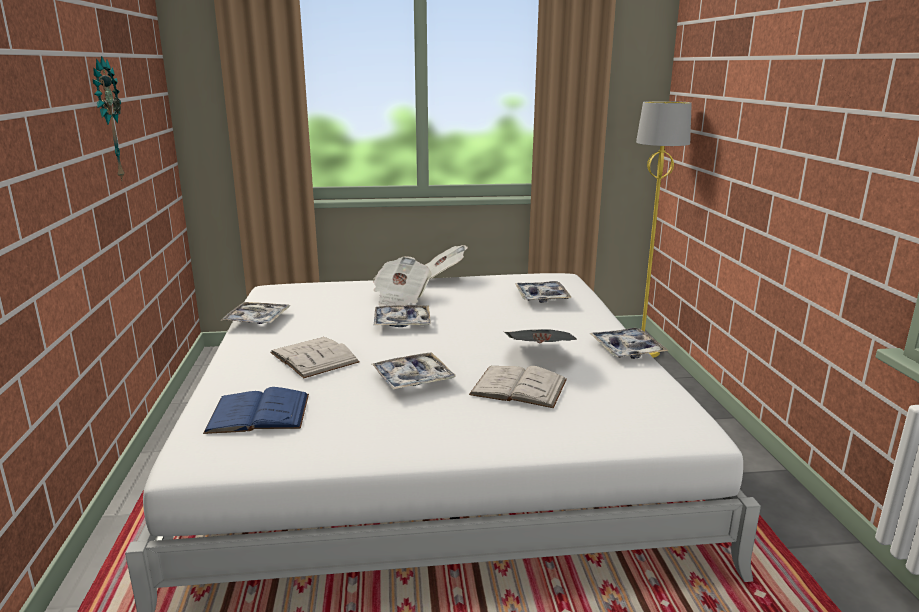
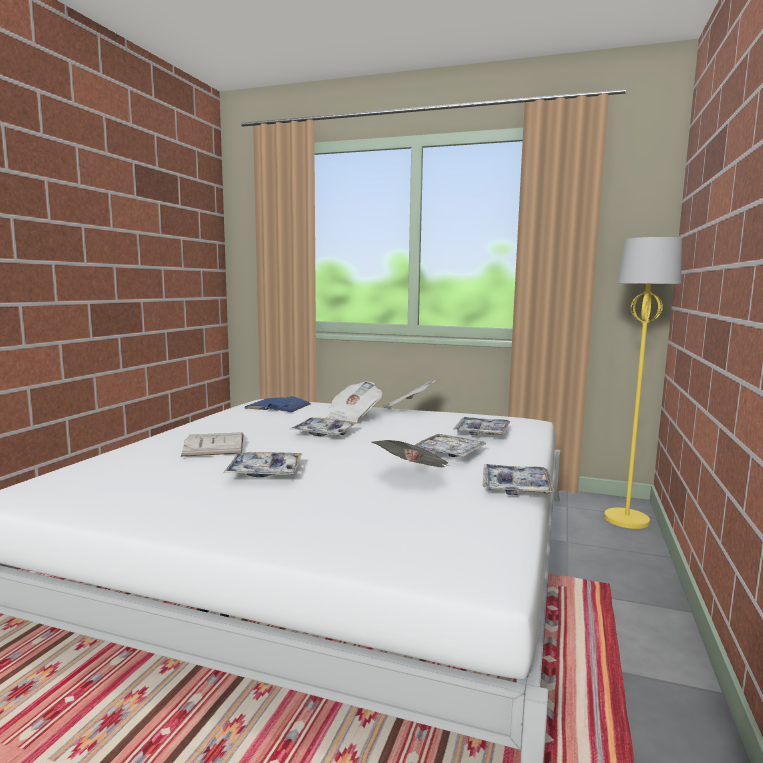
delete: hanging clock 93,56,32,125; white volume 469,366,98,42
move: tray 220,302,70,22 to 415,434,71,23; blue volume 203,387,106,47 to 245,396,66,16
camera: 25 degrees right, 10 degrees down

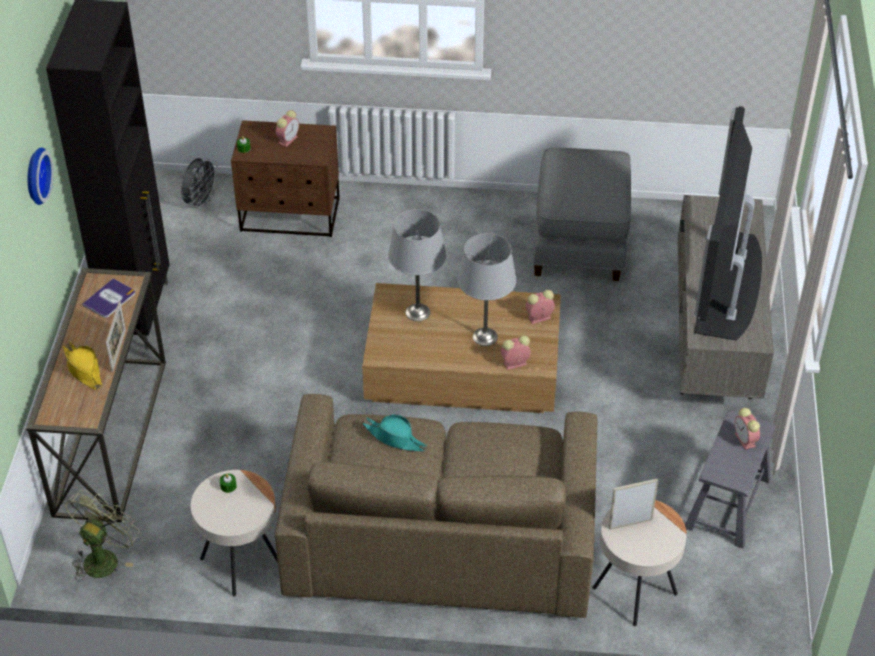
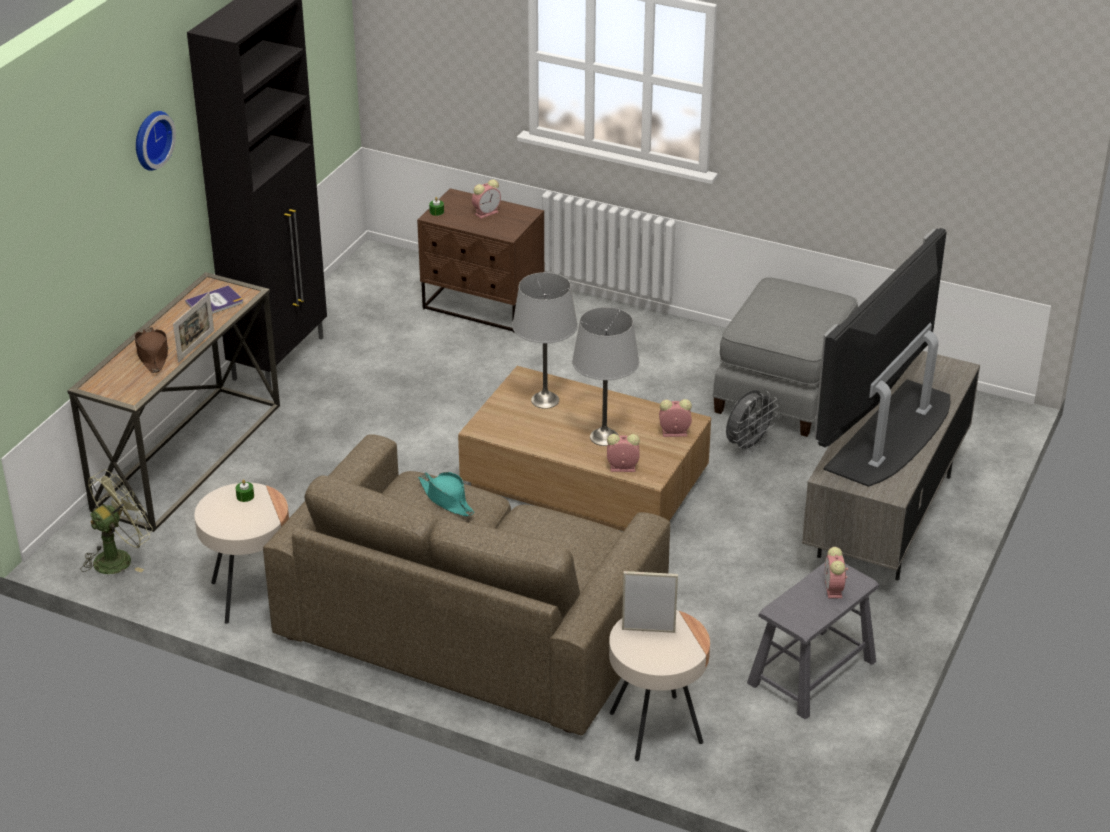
move: gray cooling fan 181,158,37,52 to 726,390,52,64
recolor: yellowish hat 63,342,39,48 to brown hat 134,327,35,46
camera: 20 degrees right, 10 degrees down

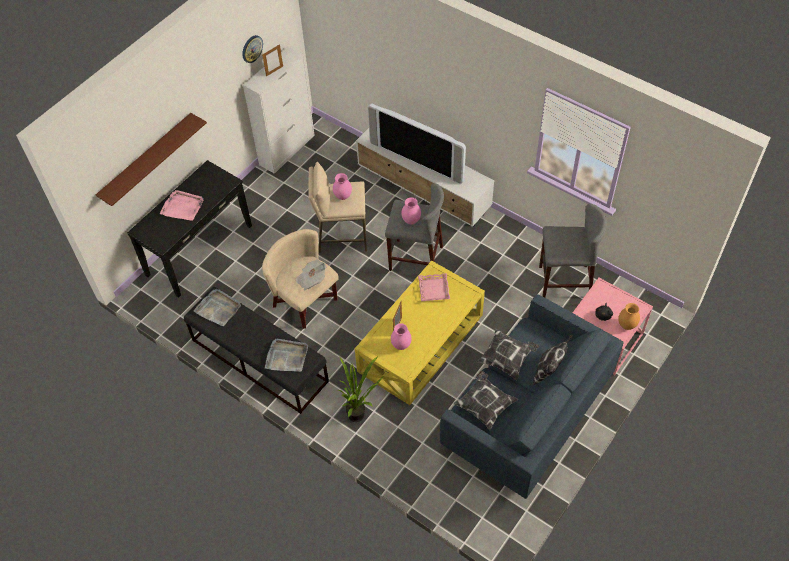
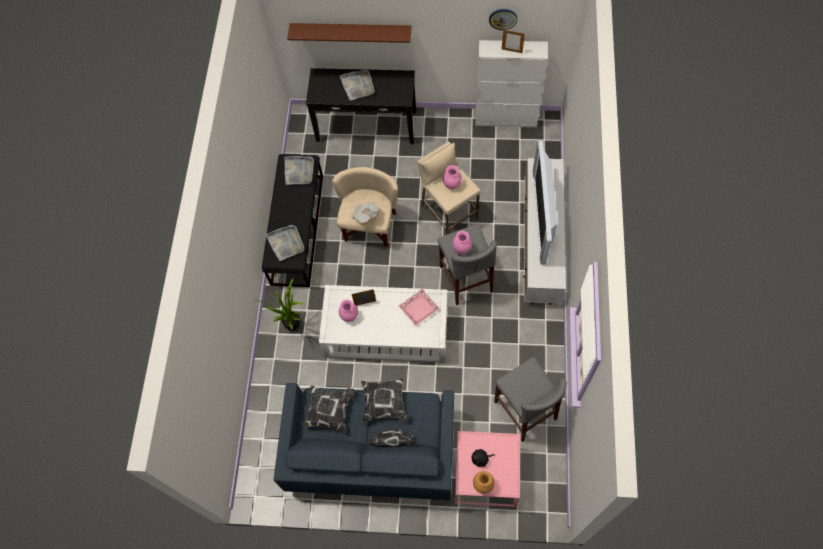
recolor: pink tray 160,190,44,31 to gray tray 340,70,35,30; yellowish coffee table 355,261,130,144 to white coffee table 319,285,129,78
camera: 60 degrees right, 10 degrees up

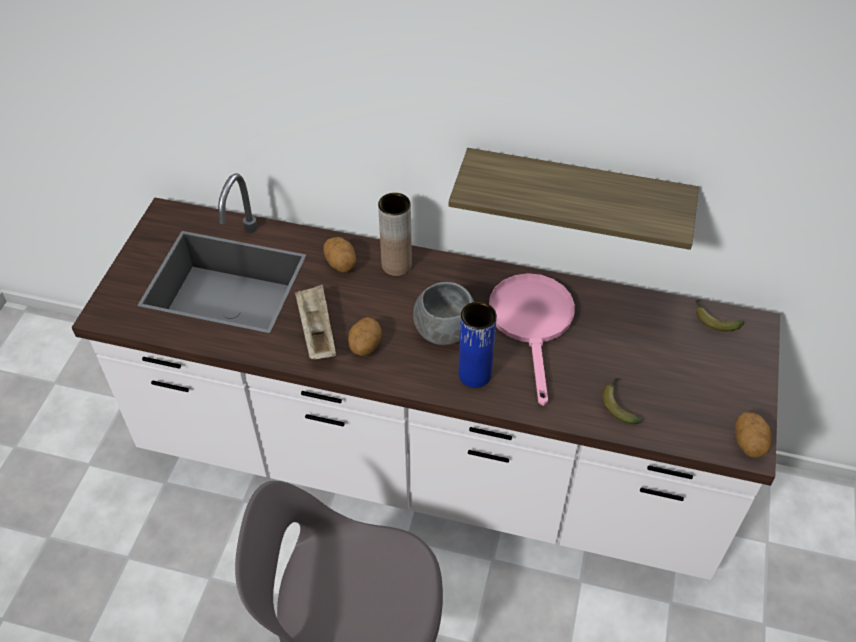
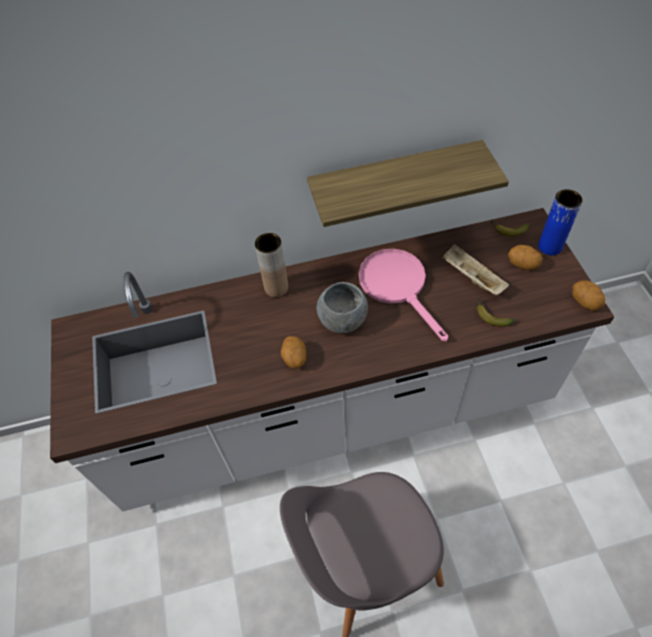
move: whole potato 323,237,33,36 to 508,245,35,25; beige tray 295,285,41,75 to 442,244,67,51; blue flower vase 458,302,39,86 to 538,189,45,66
camera: 25 degrees left, 5 degrees up

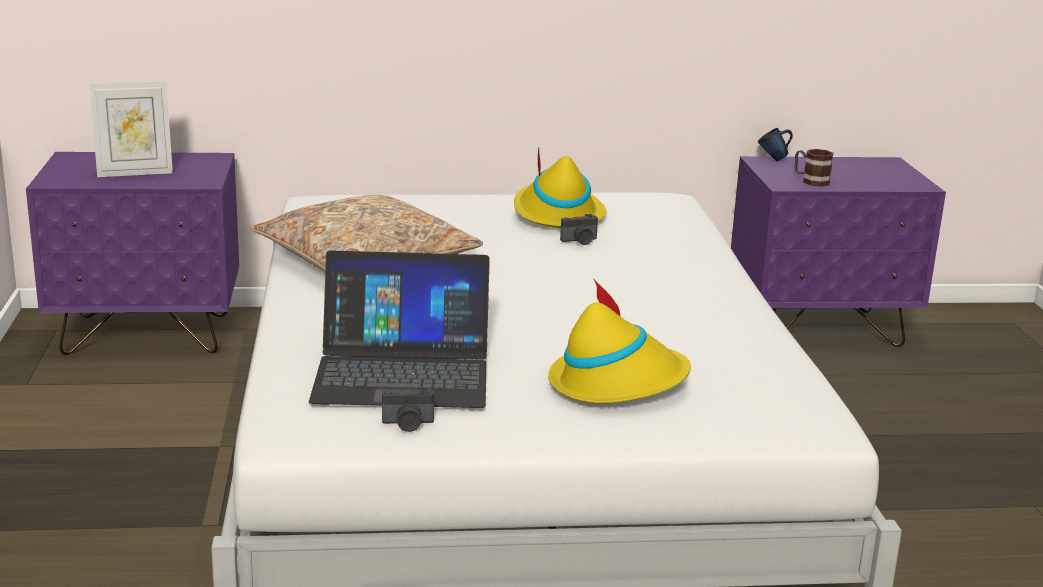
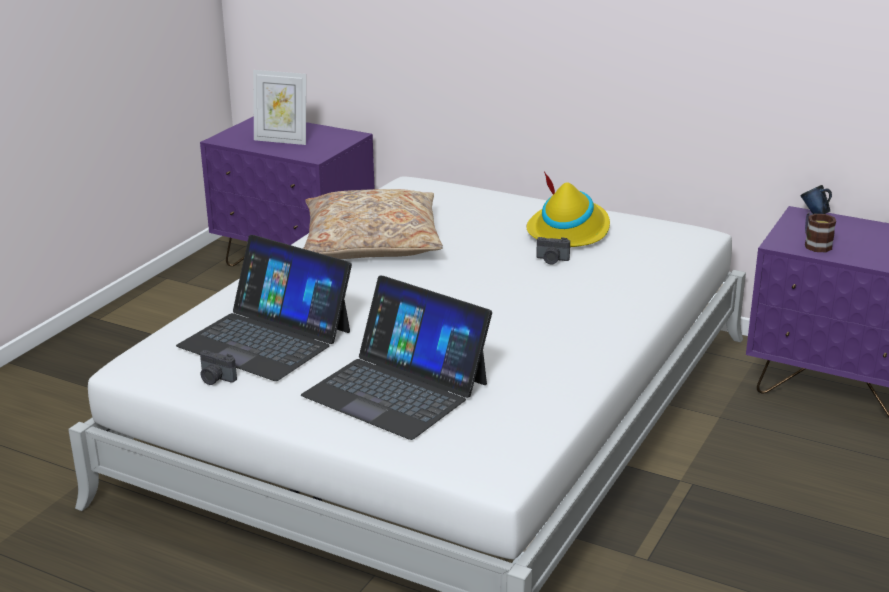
replace: yellowish hat 548,278,143,125 to portable computer 301,275,191,165
camera: 35 degrees right, 5 degrees up

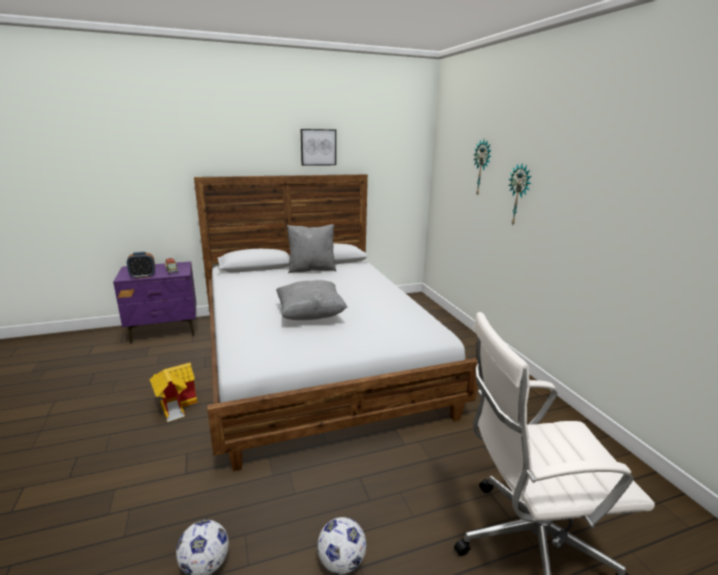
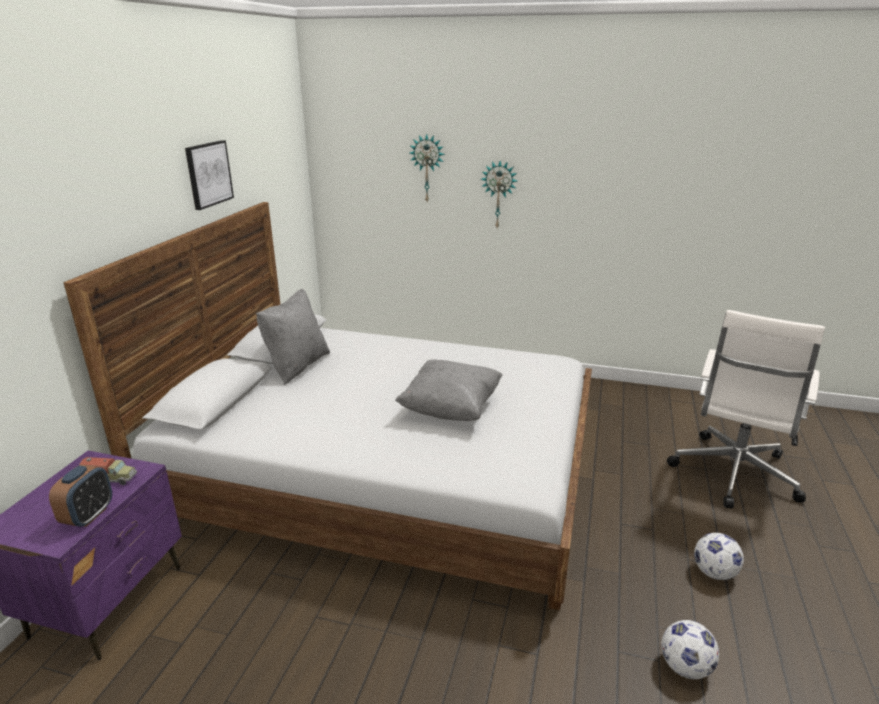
delete: model house 150,363,47,59
camera: 55 degrees left, 5 degrees up

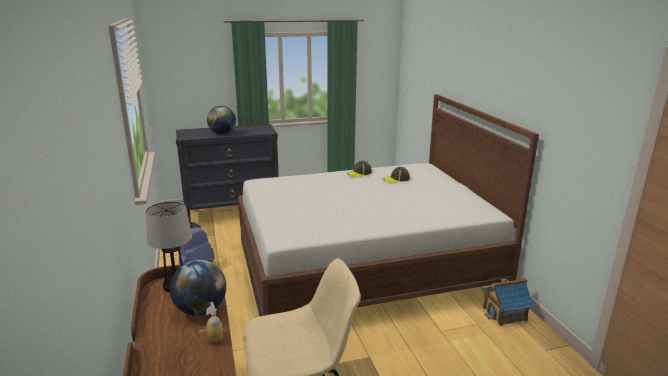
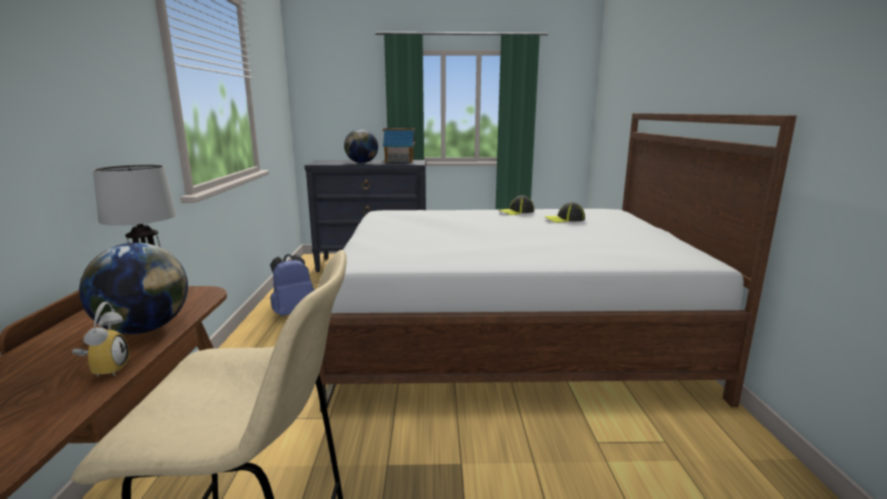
move: model house 482,278,53,48 to 382,128,33,35
camera: 15 degrees right, 5 degrees down

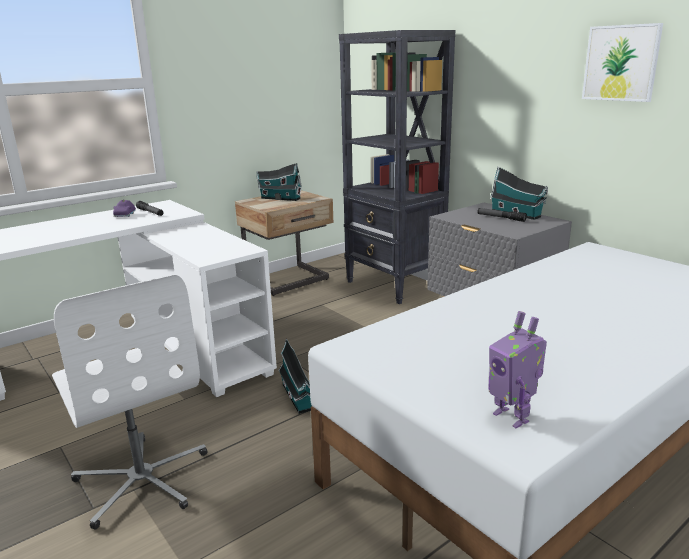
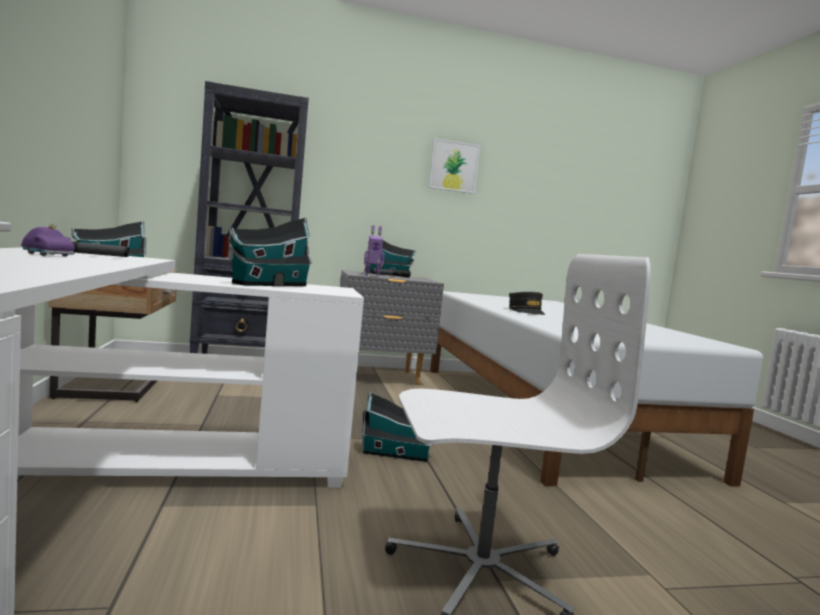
insert: model house 228,217,84,69; gray peaked cap 509,292,36,23
move: model robot 488,311,59,117 to 364,225,21,52
camera: 65 degrees left, 15 degrees down

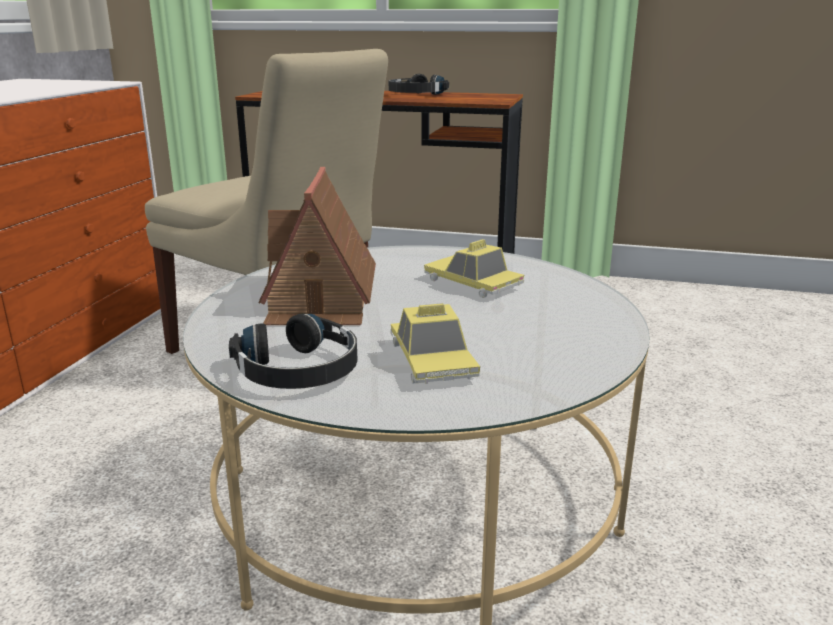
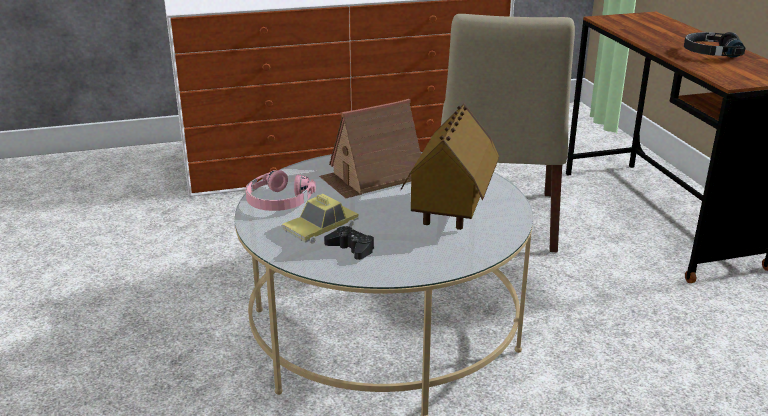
insert: blackish game controller 324,226,50,34
replace: miniature car 424,239,100,59 to model house 401,104,98,126
recolor: blackish headphones 229,314,129,75 to pink headphones 246,170,70,41
camera: 60 degrees right, 5 degrees up

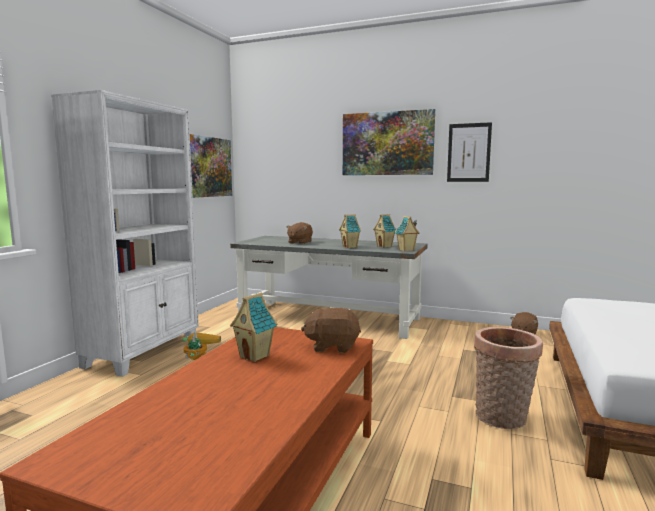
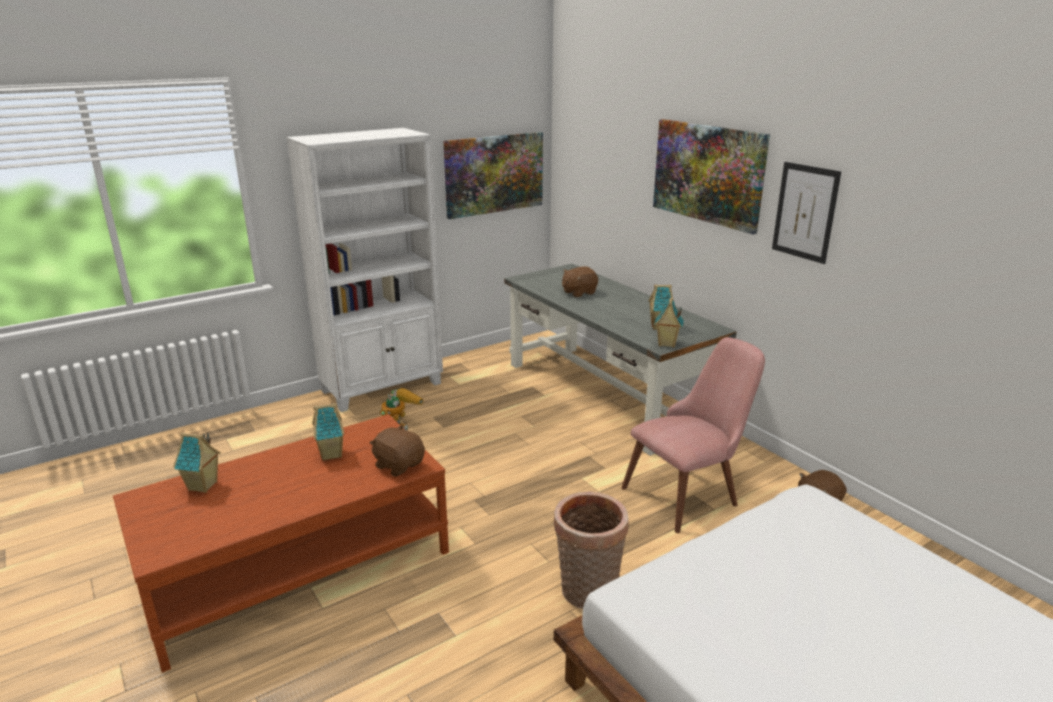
insert: pink upright chair 622,337,143,196
move: model house 339,214,22,34 to 173,432,48,61
camera: 35 degrees right, 15 degrees up

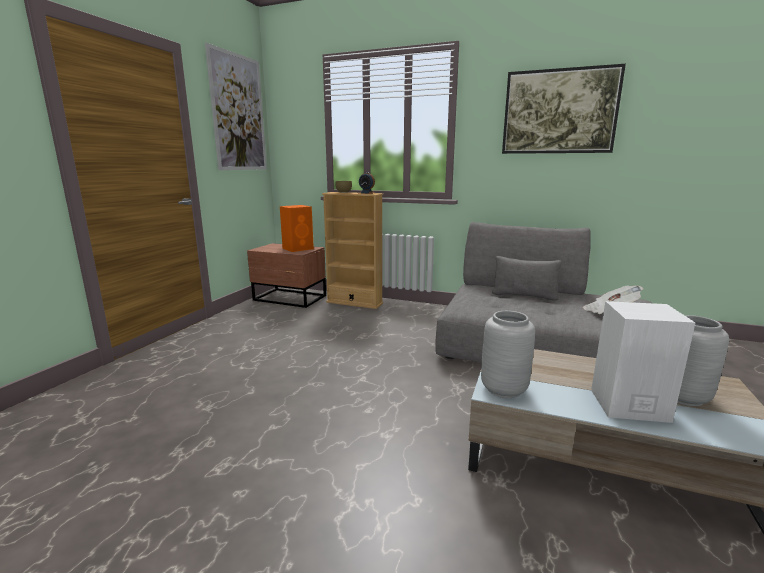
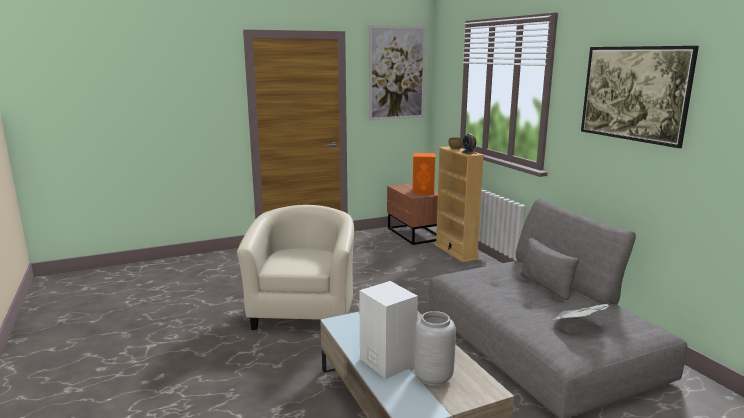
delete: gray flower vase 481,311,54,87
insert: beige armchair 237,205,117,125
camera: 45 degrees right, 0 degrees up

